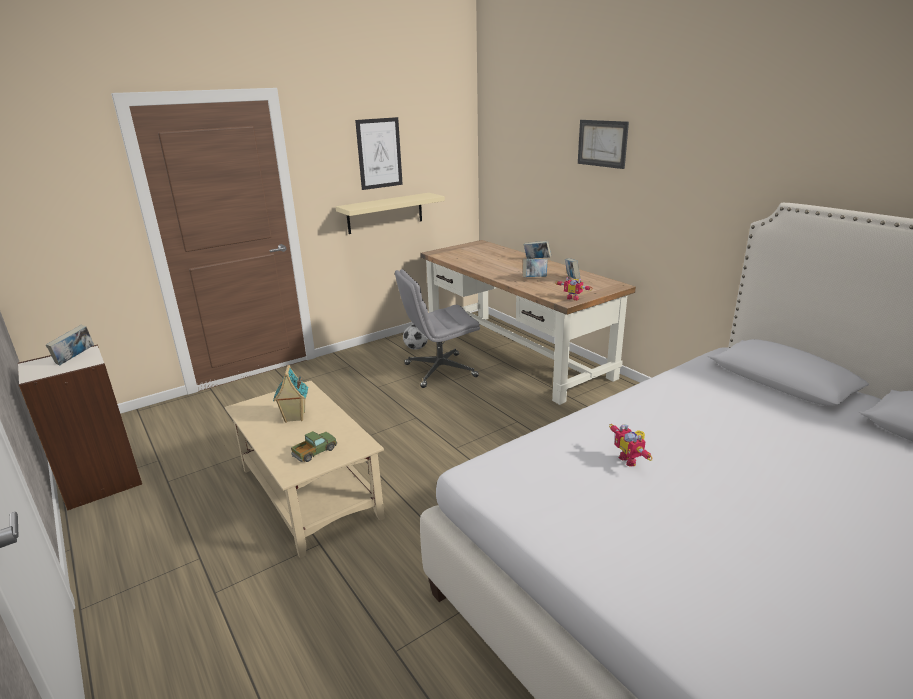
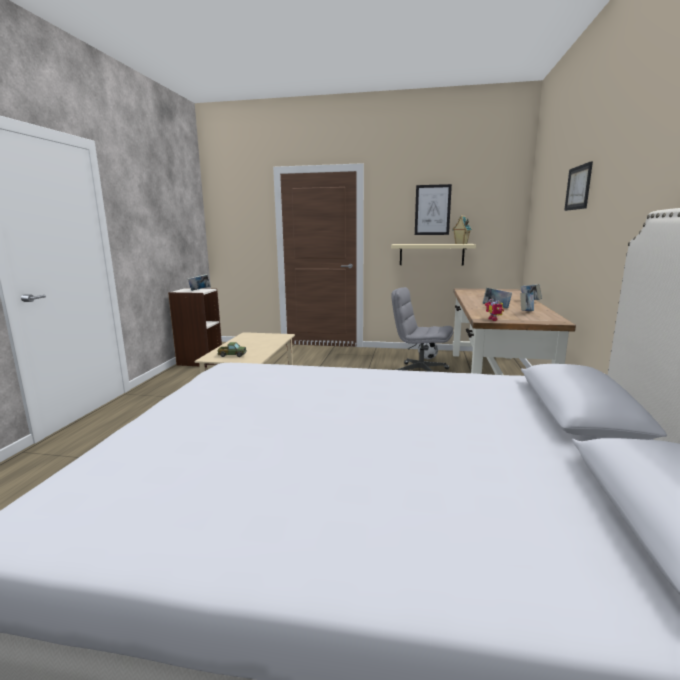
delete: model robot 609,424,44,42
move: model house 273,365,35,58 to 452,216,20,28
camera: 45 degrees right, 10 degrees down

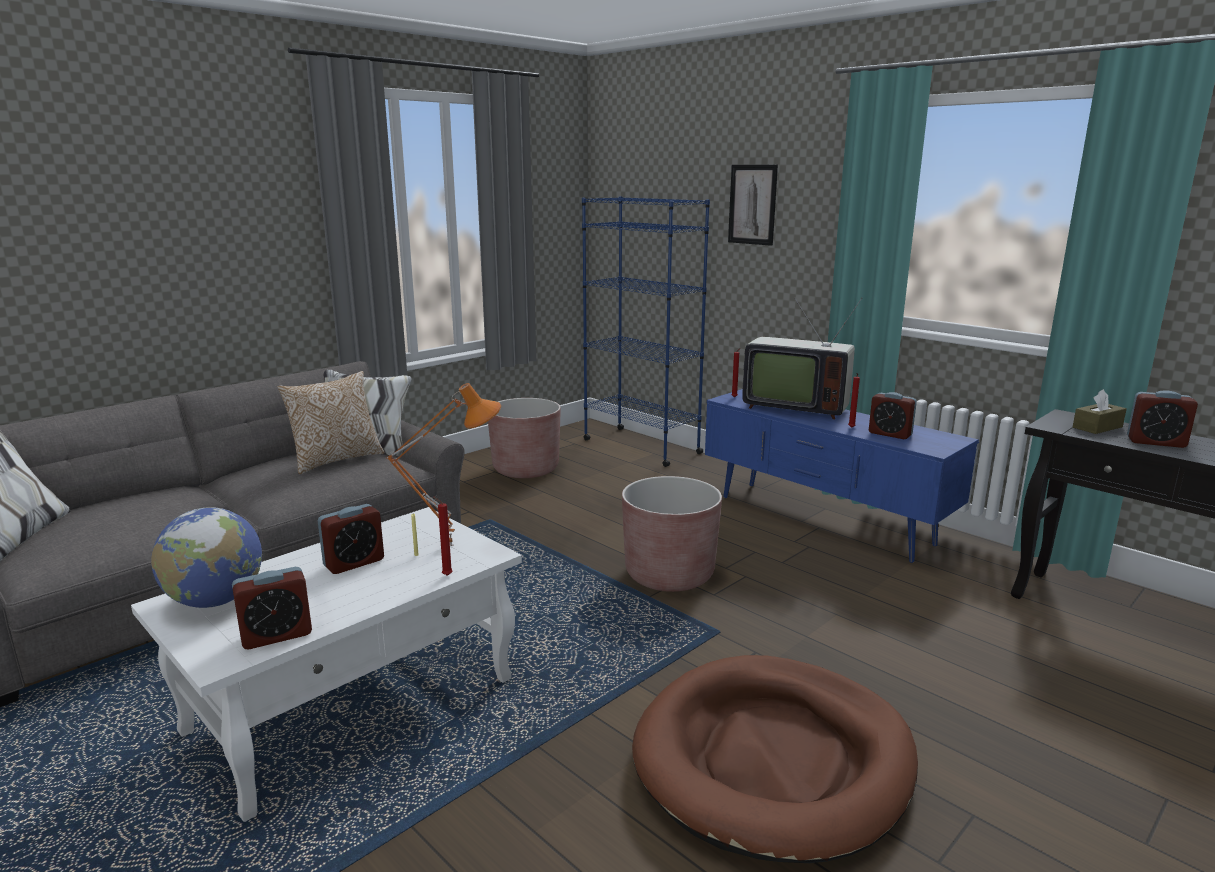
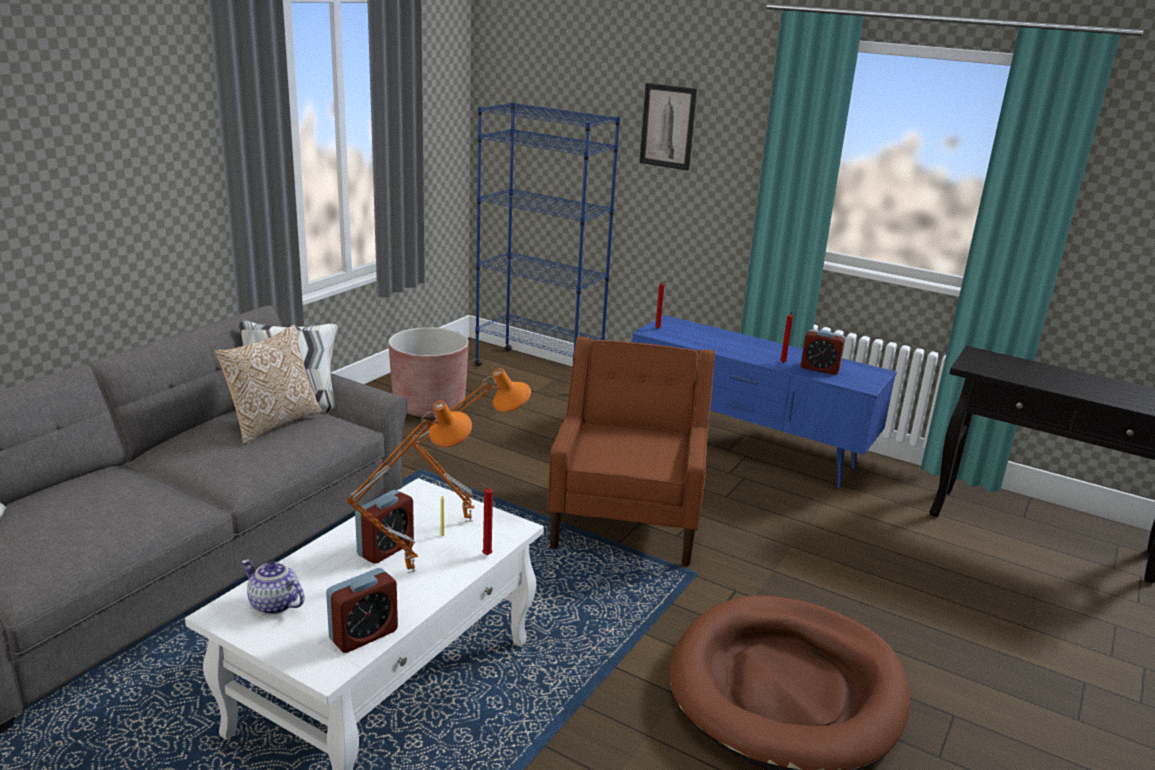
delete: television 742,298,120,122; brown tissue holder 1073,389,54,45; alarm clock 1127,390,71,58
insert: orange-coloured tabletop lamp 345,400,127,173
replace: brown planter 622,476,100,116 to brown armchair 547,336,168,230; world globe 151,507,111,101 to tea pot 242,559,63,56
camera: 15 degrees left, 5 degrees up

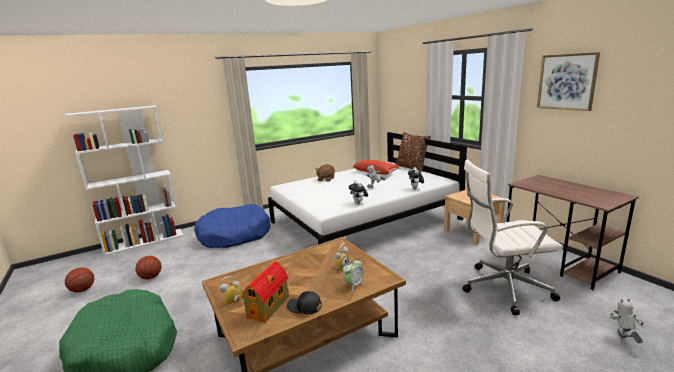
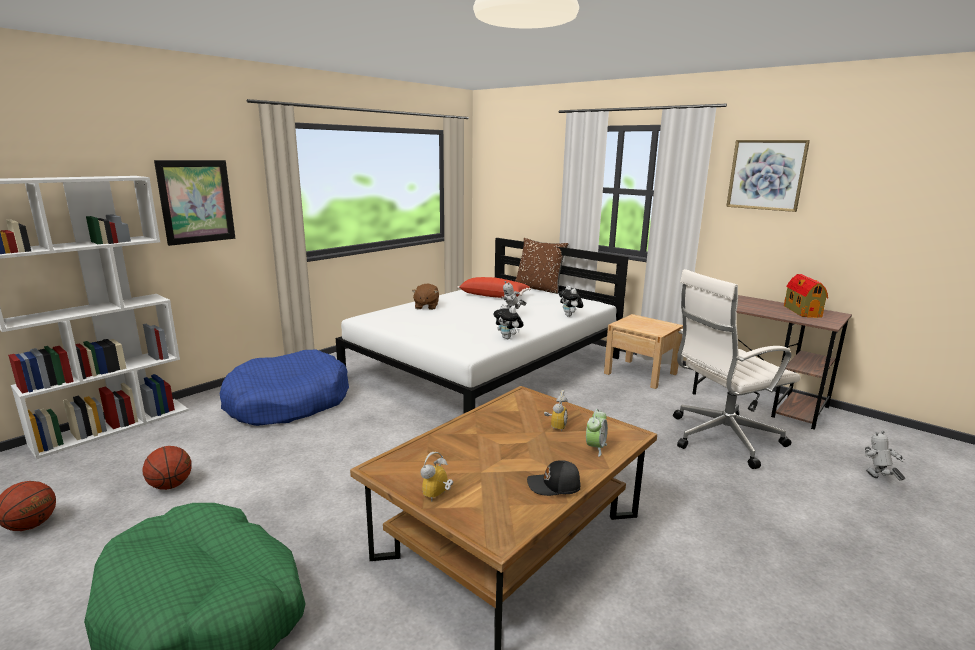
insert: wall art 154,160,81,86
move: model house 242,262,47,61 to 784,274,44,44
camera: 20 degrees left, 0 degrees up

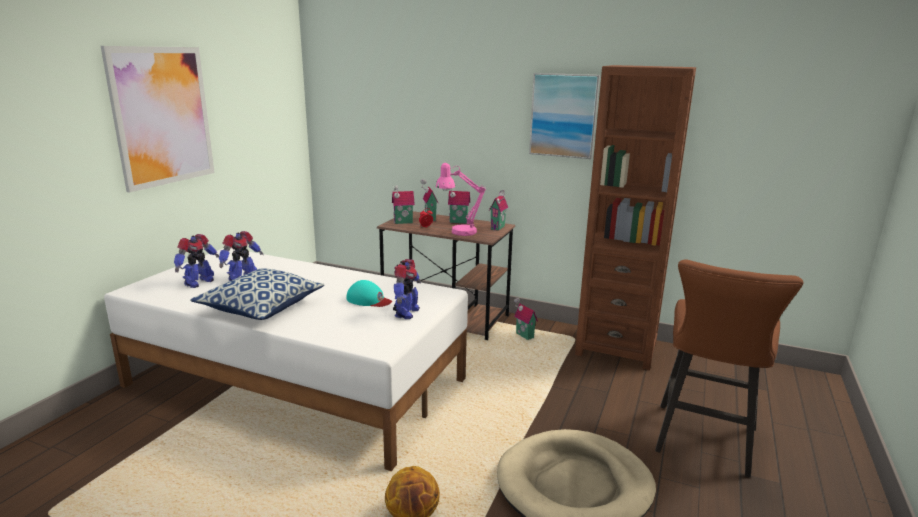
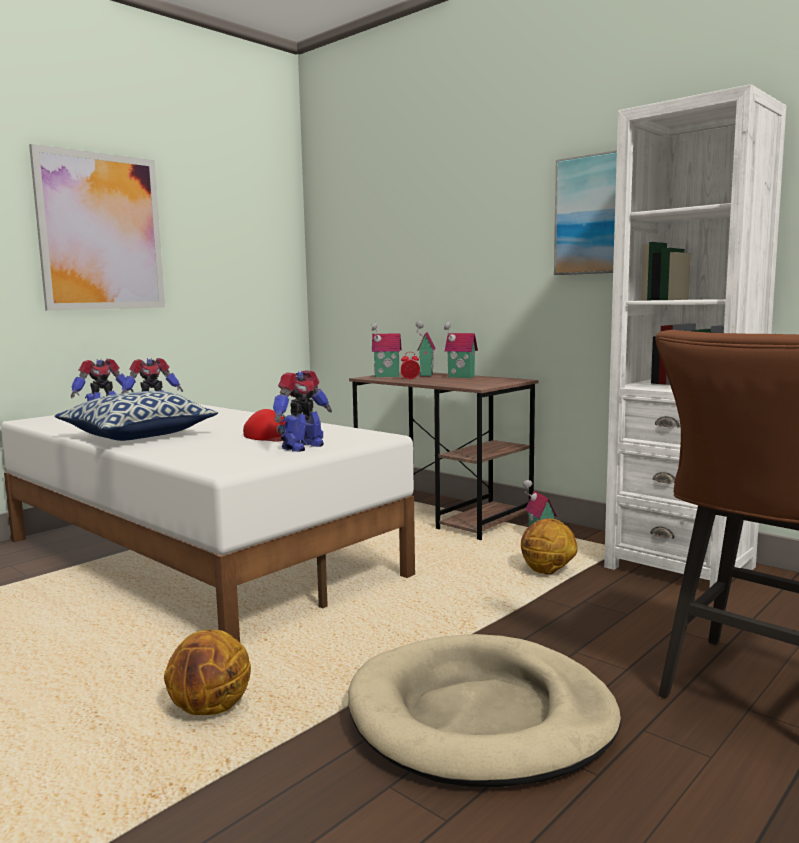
delete: pink tabletop lamp 436,163,50,73; model house 489,190,19,41
insert: basketball 521,518,57,57
recolor: brown bookcase 575,65,121,305 to white bookcase 604,84,182,503; turquoise peaked cap 347,280,45,27 to reddish peaked cap 243,409,44,33
camera: 20 degrees right, 10 degrees down

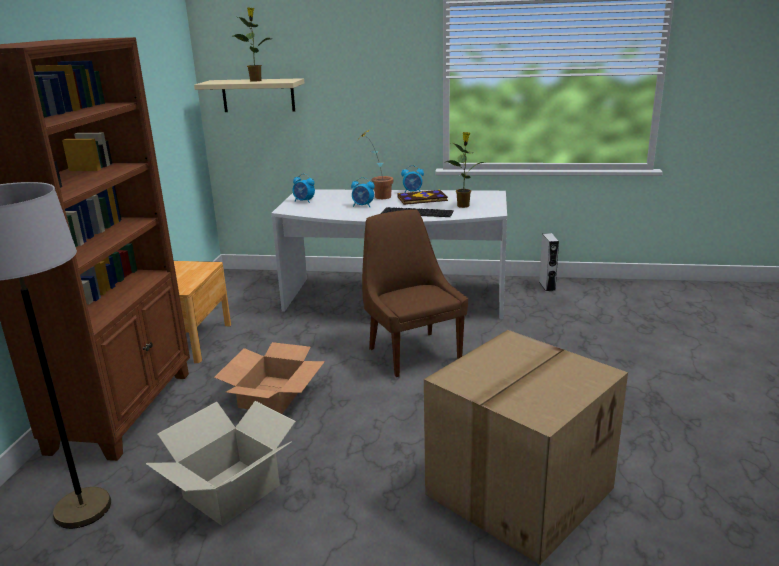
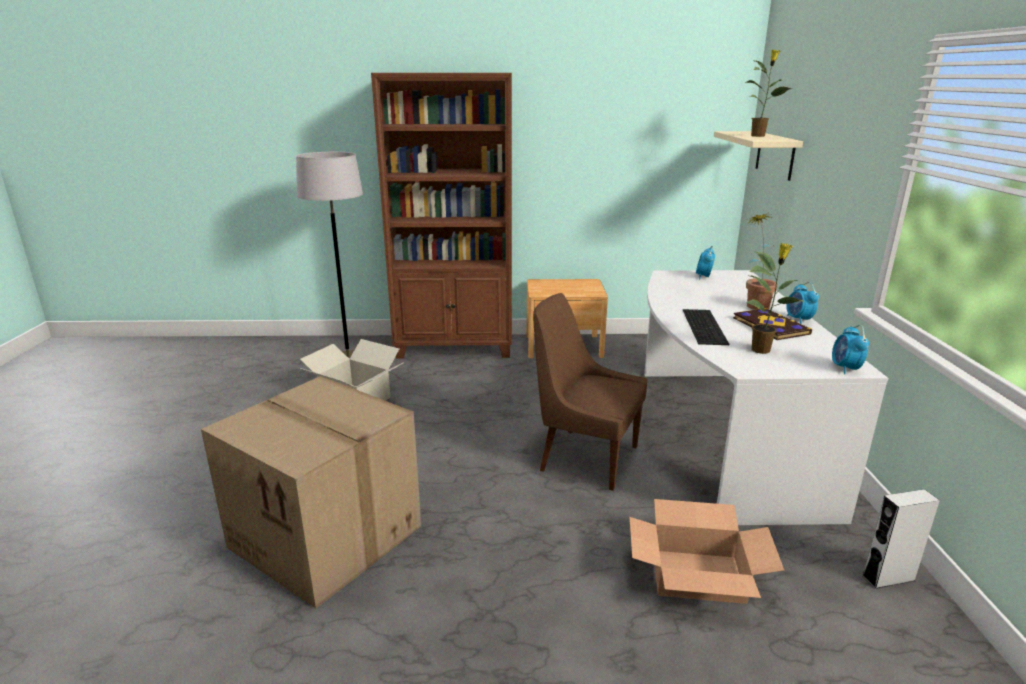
move: alarm clock 351,177,24,30 to 832,325,37,49; packing box 214,342,111,72 to 629,499,155,105
rotate: brown upright chair 362,209,106,168 = 533,293,114,198 120 degrees counterclockwise
camera: 80 degrees right, 0 degrees up

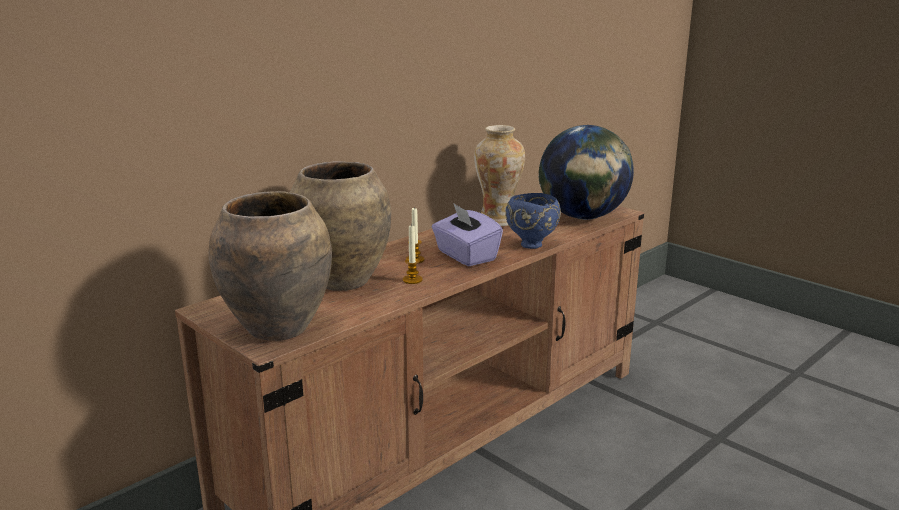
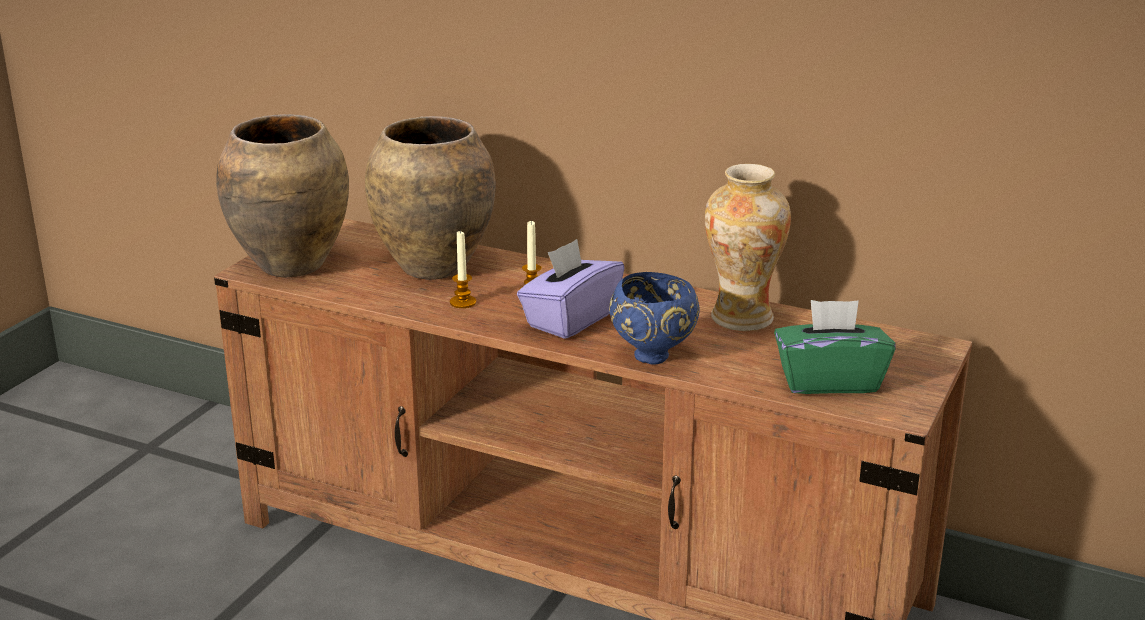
replace: world globe 538,125,96,95 to green-coloured tissue holder 774,300,122,94
camera: 70 degrees right, 5 degrees up

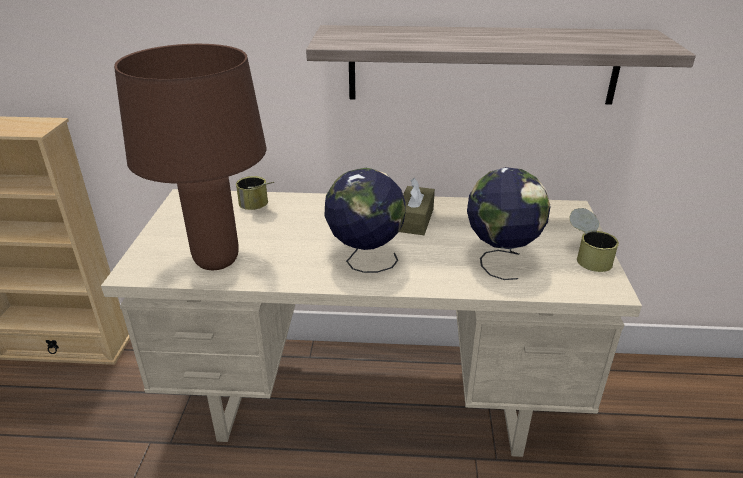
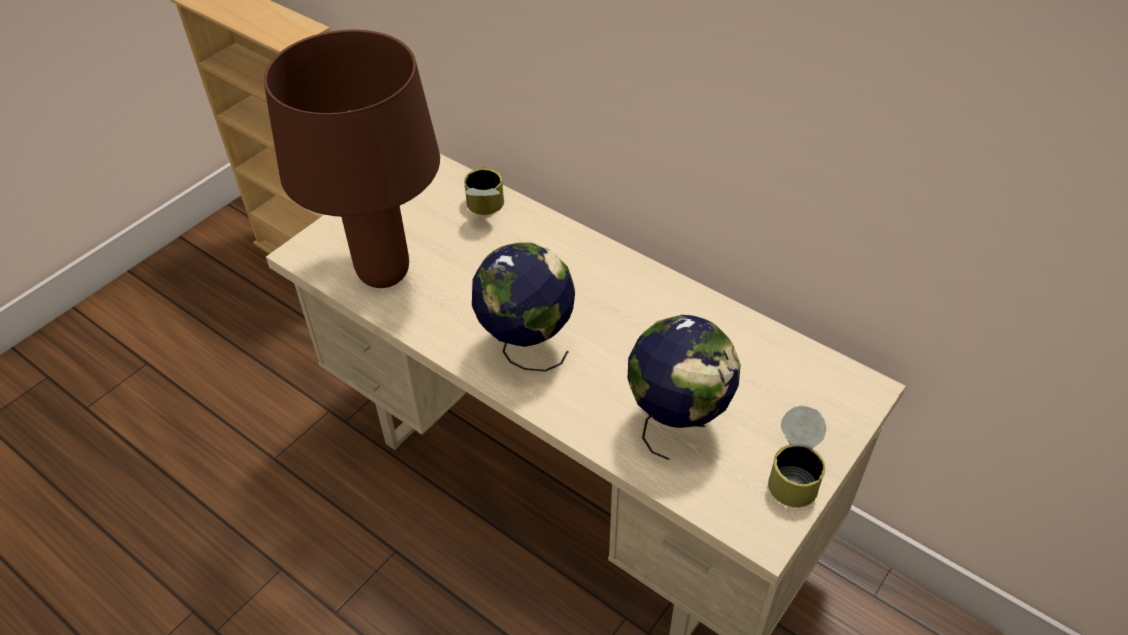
delete: shelf 306,25,390,80; brown tissue holder 399,177,36,58
camera: 35 degrees right, 15 degrees up

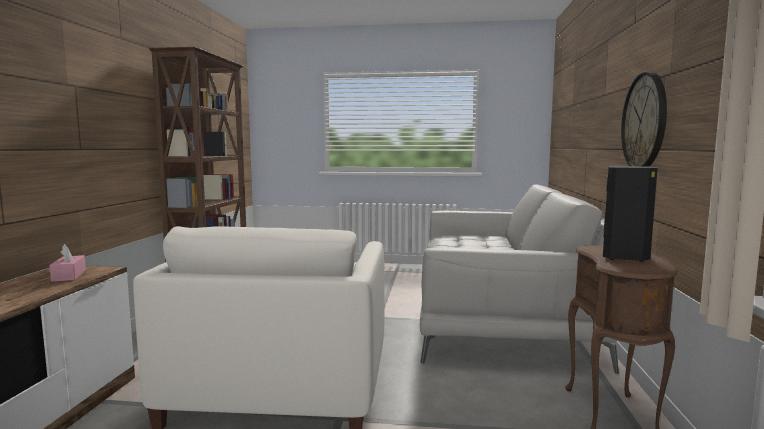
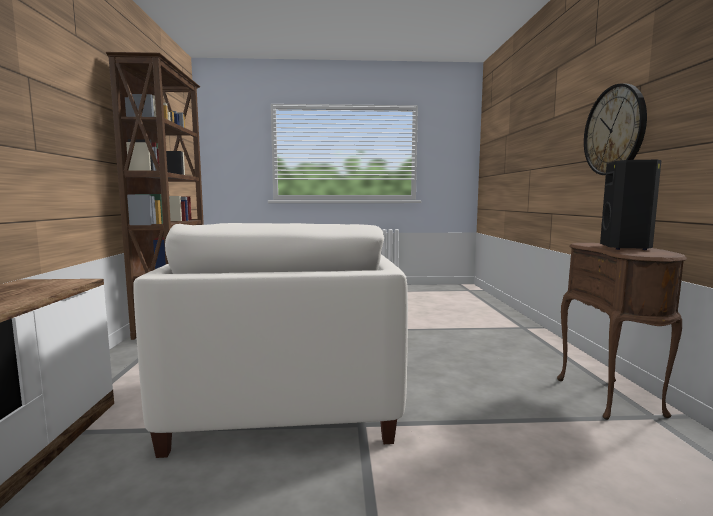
delete: gray settee 420,185,199,189; pink tissue holder 49,244,37,38
camera: 10 degrees left, 0 degrees up

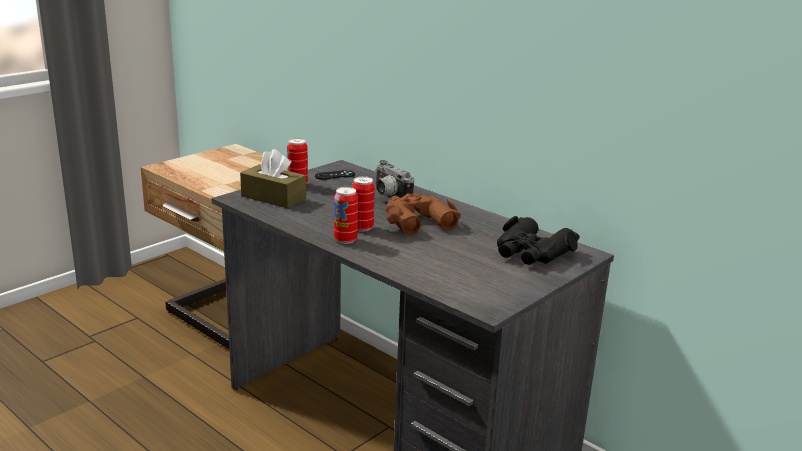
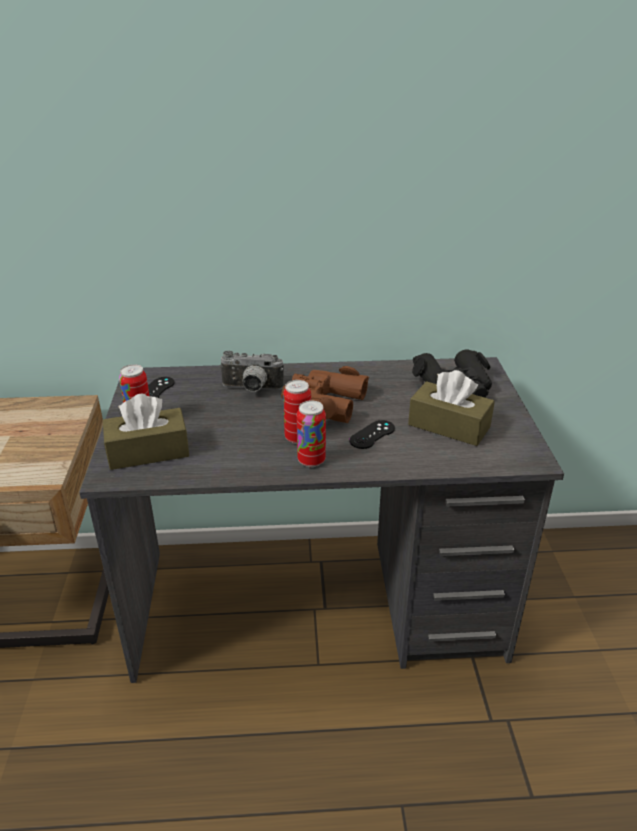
insert: brown tissue holder 408,370,87,76; blackish game controller 349,420,46,29
camera: 45 degrees left, 10 degrees up

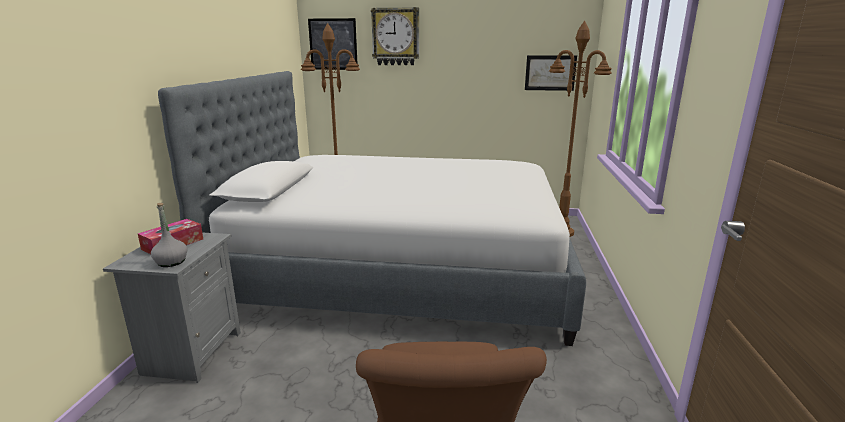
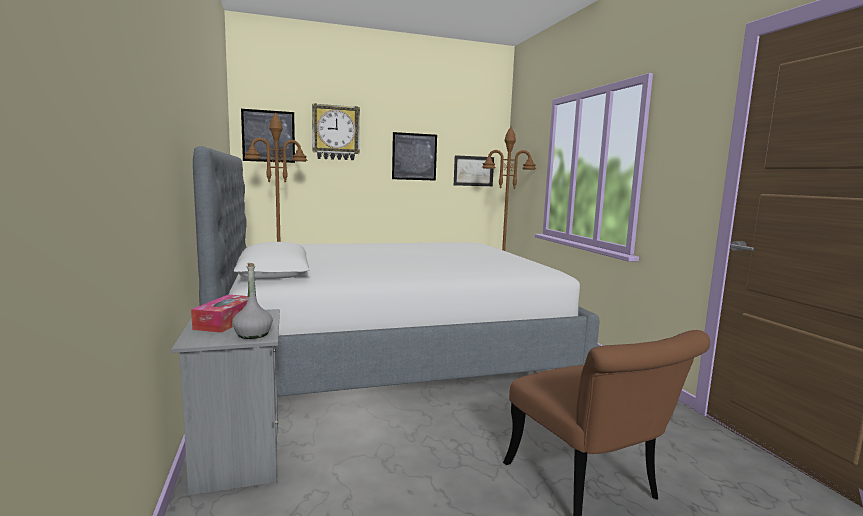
insert: wall art 392,132,45,49
camera: 25 degrees left, 10 degrees down

